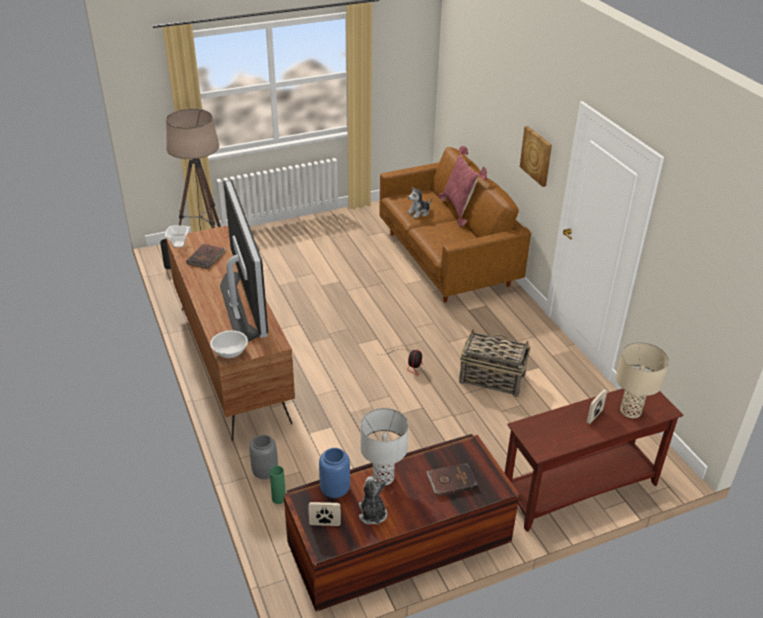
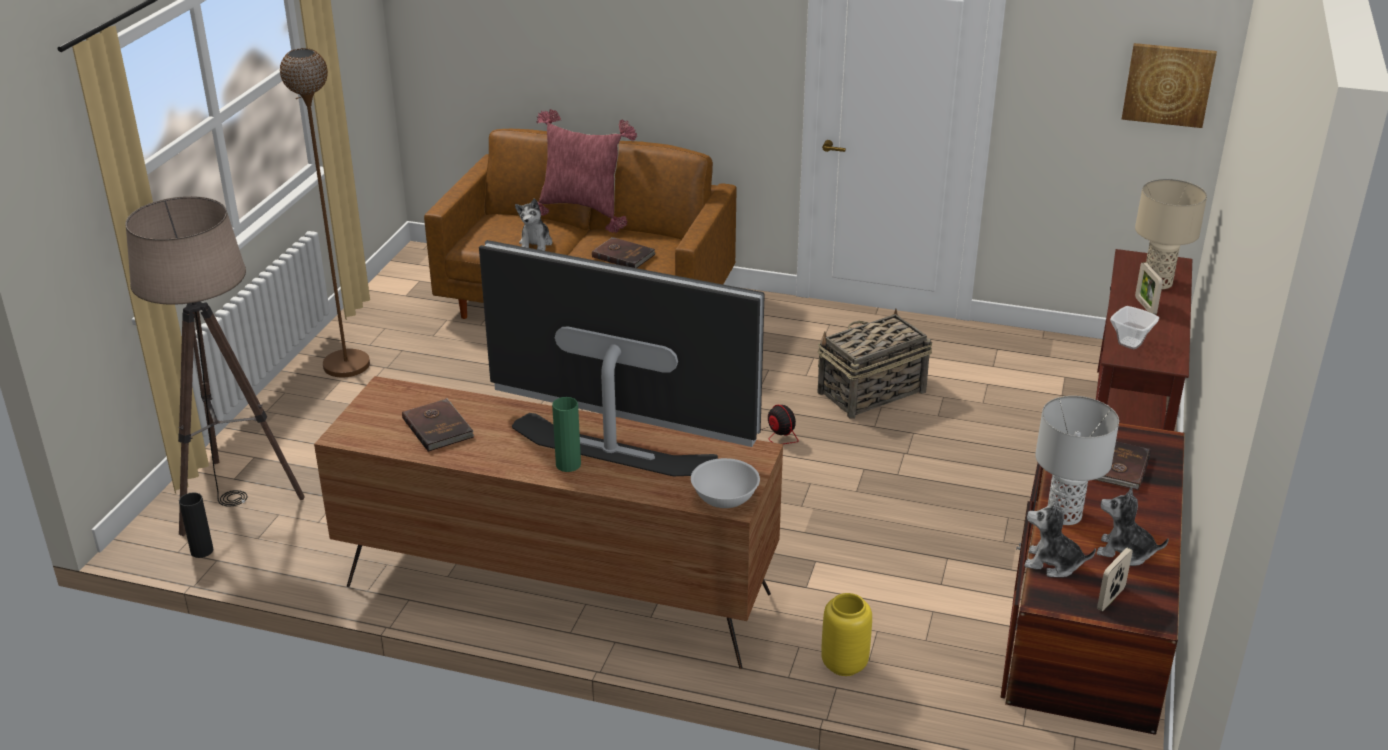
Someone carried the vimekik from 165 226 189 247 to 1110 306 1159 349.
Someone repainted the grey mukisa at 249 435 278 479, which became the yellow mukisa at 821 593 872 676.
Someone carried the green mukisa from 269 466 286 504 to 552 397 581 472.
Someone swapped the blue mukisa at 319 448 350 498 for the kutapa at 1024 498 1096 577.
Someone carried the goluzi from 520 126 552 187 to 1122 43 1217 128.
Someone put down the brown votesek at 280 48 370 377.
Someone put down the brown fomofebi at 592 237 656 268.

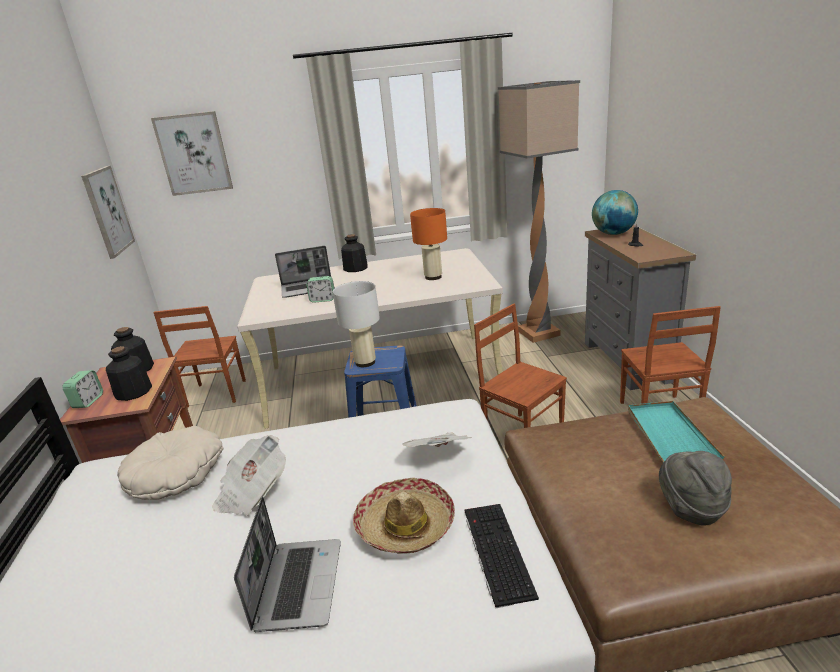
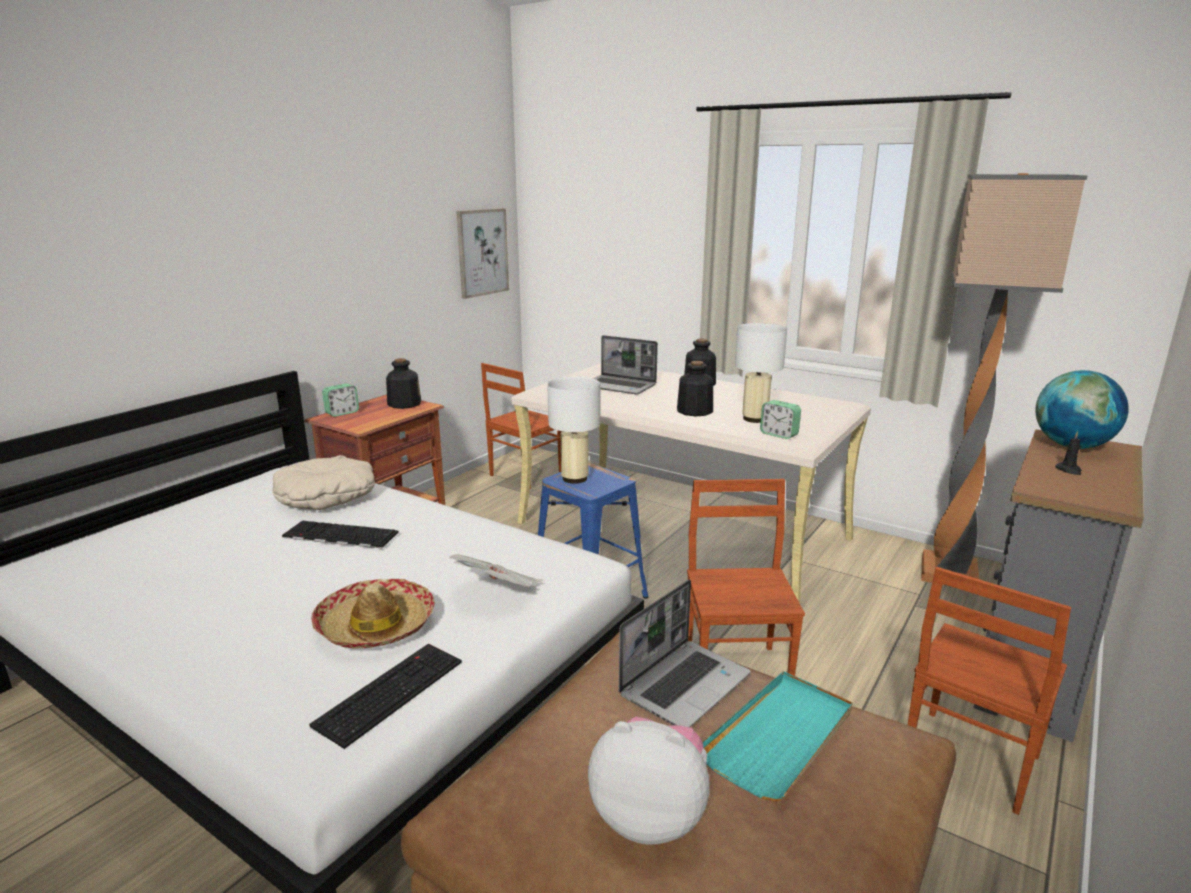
Someone carried the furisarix from 106 346 152 401 to 677 361 713 416.
Someone took away the goluzi at 151 111 233 196.
Someone swapped the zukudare at 212 435 286 515 for the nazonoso at 282 520 399 549.
Someone carried the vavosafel from 234 497 341 632 to 619 579 750 727.
Someone carried the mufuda from 306 276 334 303 to 760 400 801 439.
Someone repainted the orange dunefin at 410 208 447 280, which became the white dunefin at 735 323 787 423.
Someone swapped the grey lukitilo at 659 451 732 526 for the kutapa at 588 717 710 844.

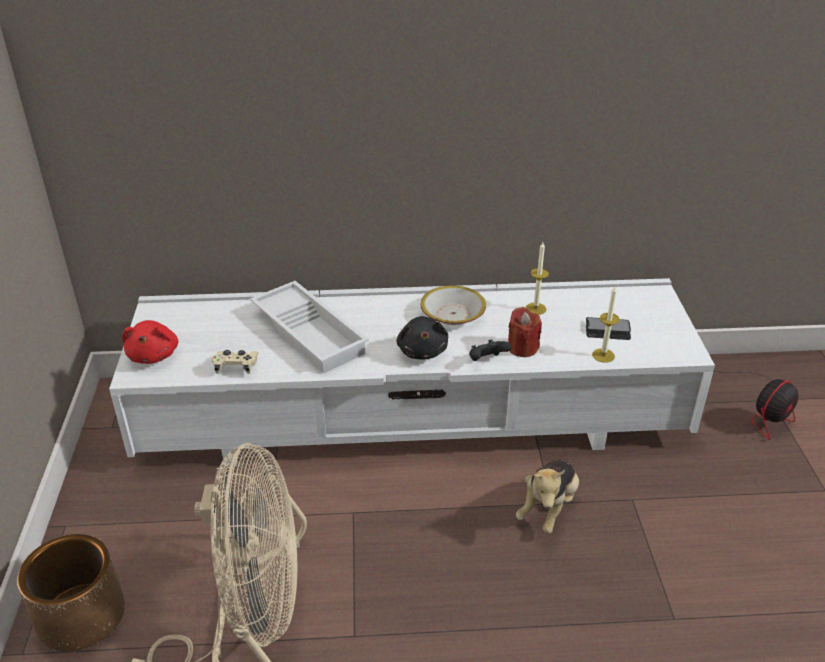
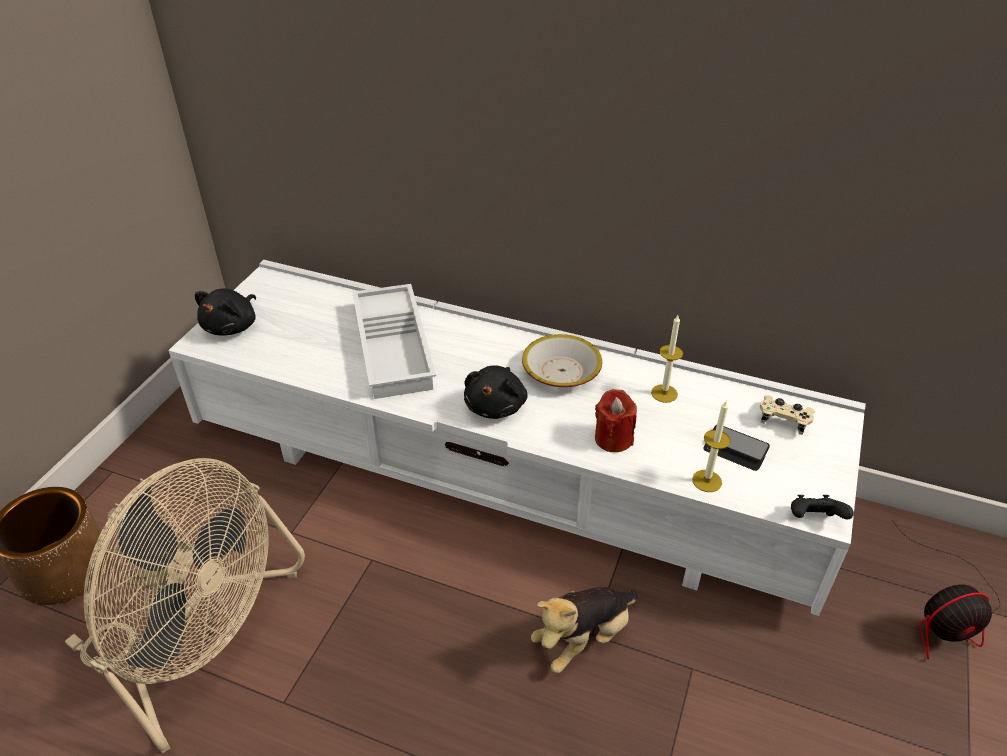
Someone repainted the red kutapa at 122 320 178 364, which became the black kutapa at 195 288 256 336.
Someone carried the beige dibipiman from 211 350 259 374 to 760 395 815 435.
Someone carried the black dibipiman from 469 339 512 361 to 791 495 854 520.

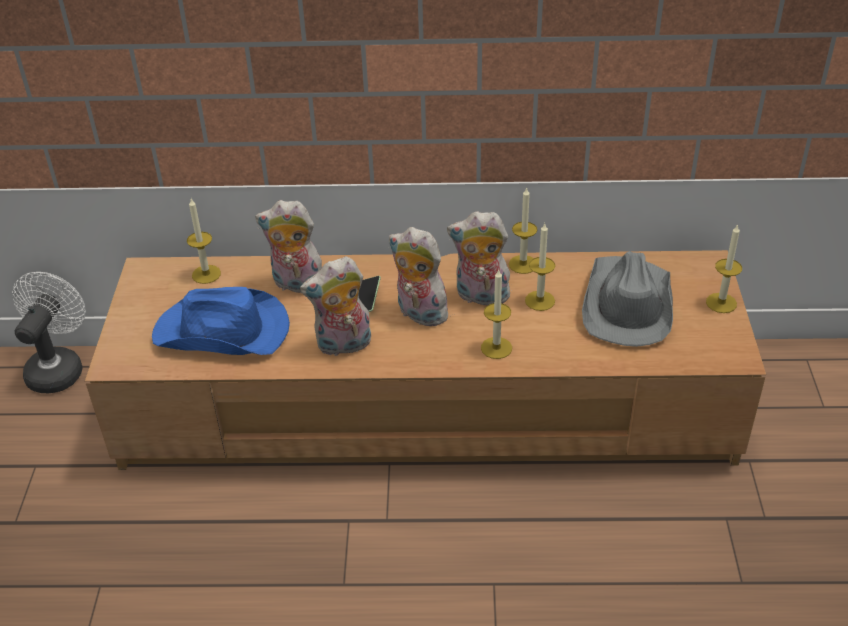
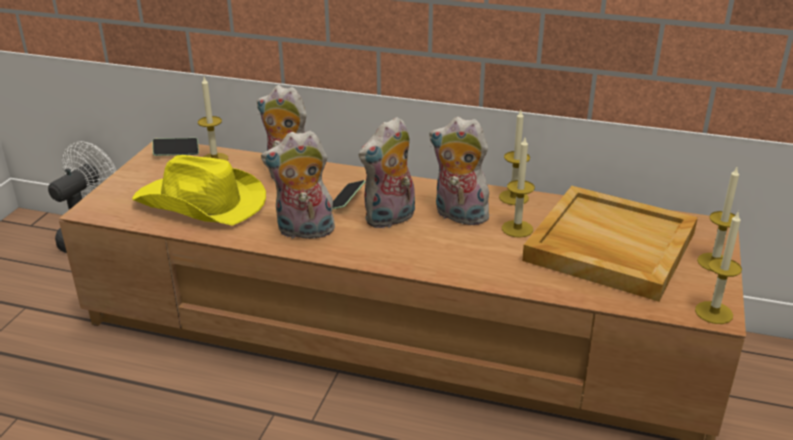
Someone repainted the blue lukitilo at 152 287 290 355, which became the yellow lukitilo at 132 155 266 226.
Someone rotated the kutapa at 389 227 448 326 by 90 degrees counterclockwise.
Someone carried the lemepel from 481 269 512 359 to 695 211 742 324.
Someone swapped the grey lukitilo at 582 251 673 347 for the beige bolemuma at 522 186 698 302.
Someone put down the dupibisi at 152 138 199 156.

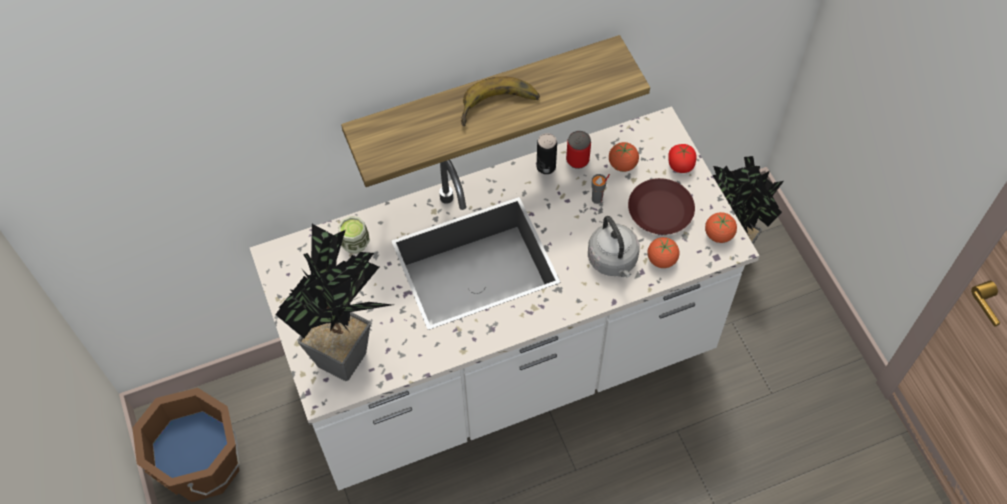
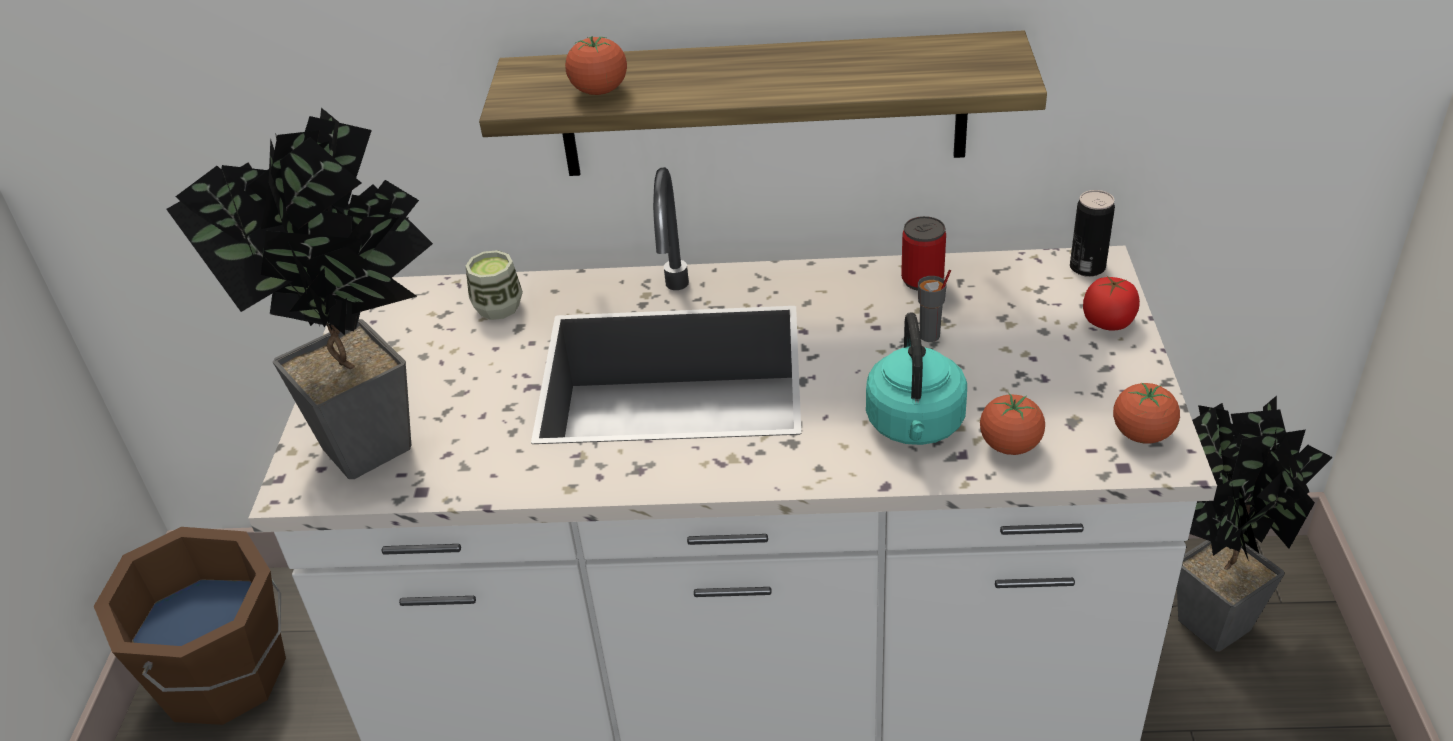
Someone took away the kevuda at 461 77 540 126.
Someone carried the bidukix from 537 133 557 174 to 1070 190 1115 277.
Someone repainted the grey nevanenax at 588 216 640 278, which became the turquoise nevanenax at 866 312 967 445.
Someone carried the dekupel from 609 142 639 172 to 565 36 627 95.
Someone took away the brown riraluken at 628 178 695 235.

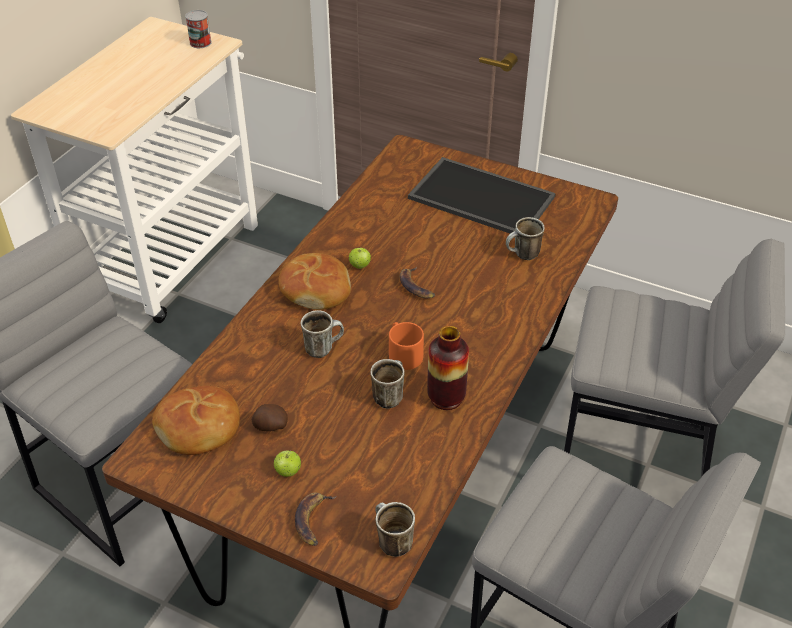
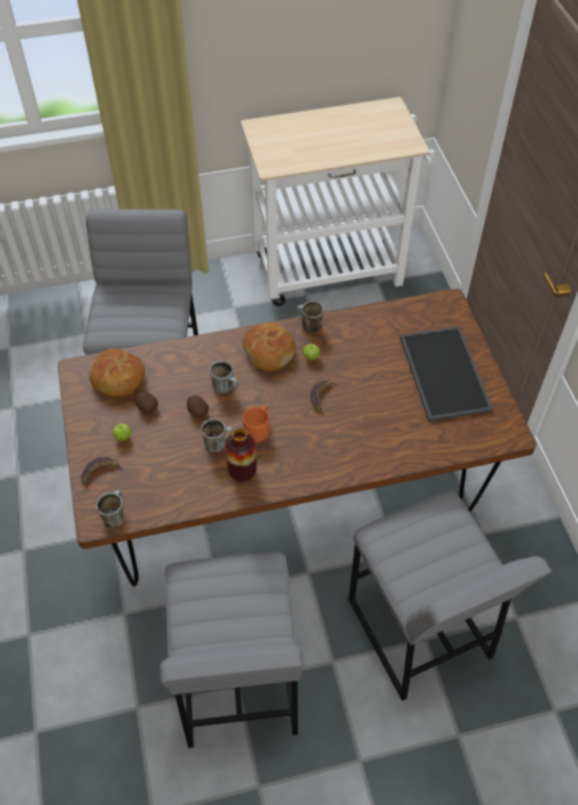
Someone took away the bidukix at 185 10 212 48.
Someone carried the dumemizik from 506 217 545 260 to 296 301 324 333.
Someone put down the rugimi at 187 396 209 418.

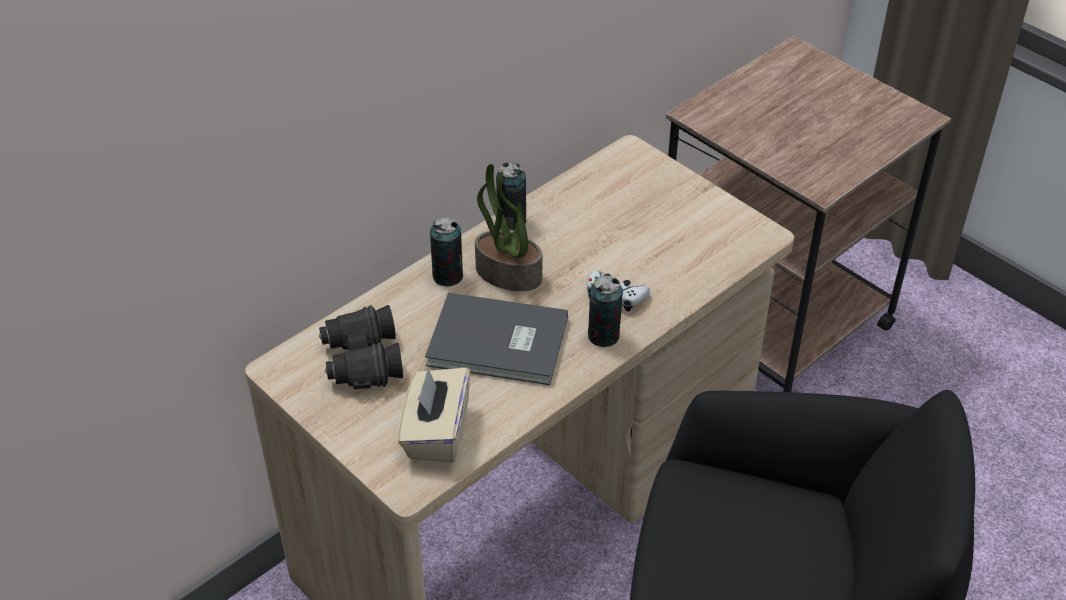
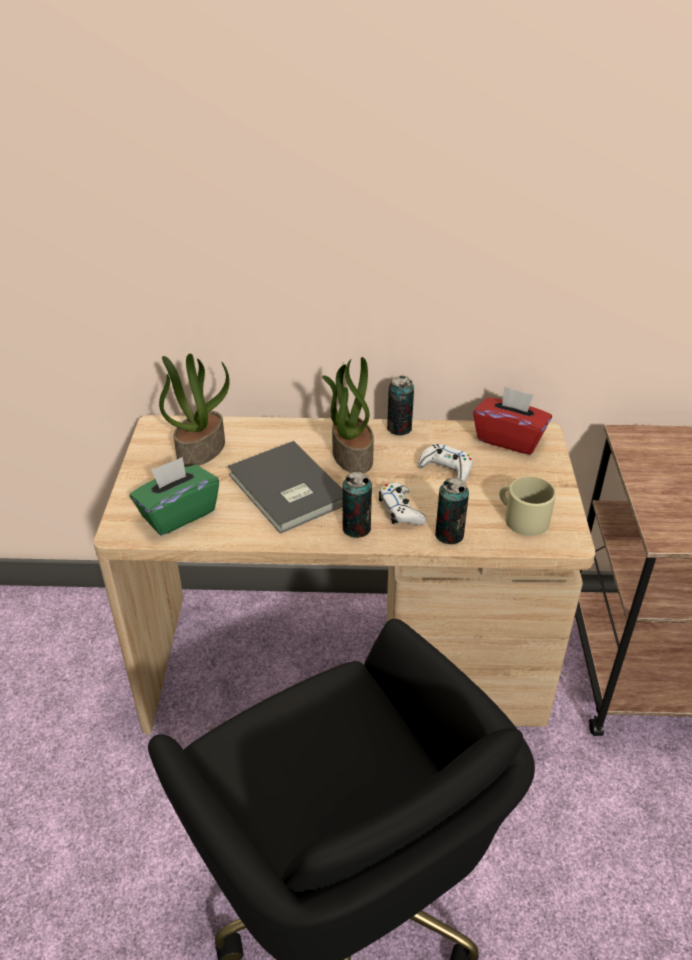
Someone swapped the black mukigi at 319 305 403 389 for the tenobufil at 159 353 230 467.
Someone repainted the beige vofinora at 398 367 470 463, which became the green vofinora at 130 457 219 535.
Someone carried the bidukix from 430 217 463 287 to 435 478 469 544.
Someone put down the white dibipiman at 418 443 473 482.
Someone put down the red vofinora at 473 387 552 455.
Someone put down the beige dumemizik at 499 477 556 536.

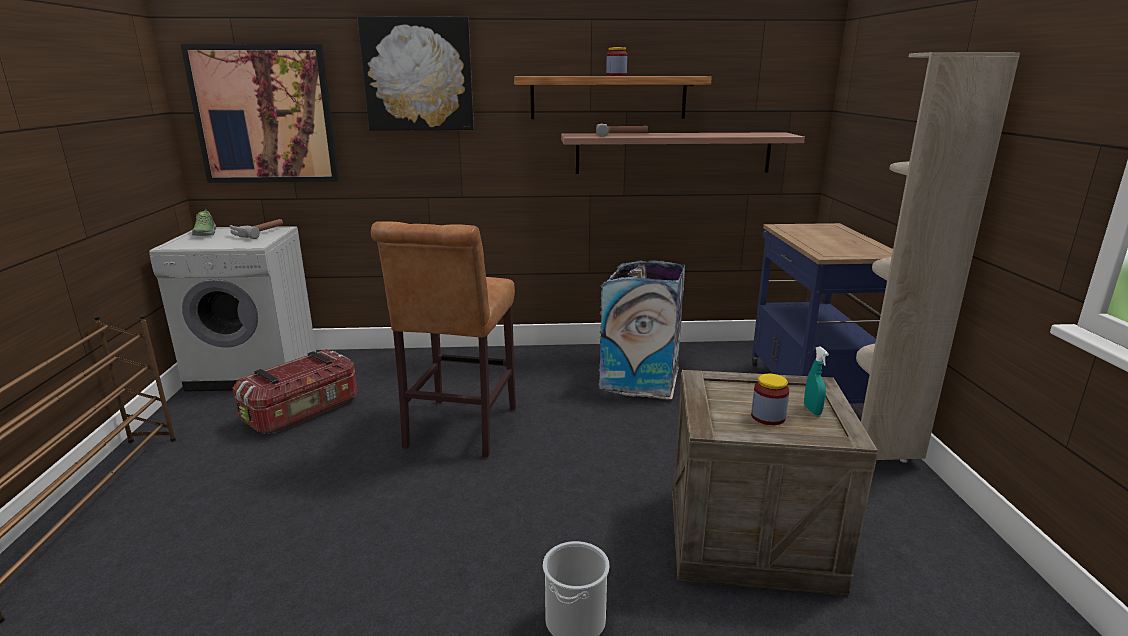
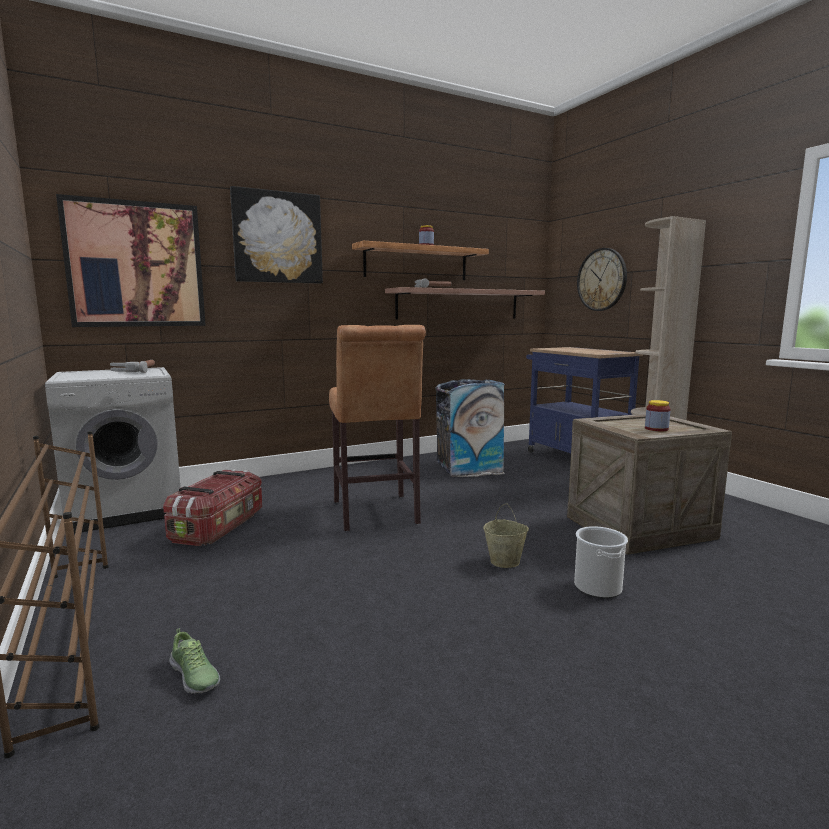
Someone carried the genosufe from 192 209 216 236 to 169 628 220 694.
Someone took away the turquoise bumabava at 804 346 829 415.
Someone put down the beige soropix at 483 503 529 568.
Someone put up the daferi at 577 248 627 311.

